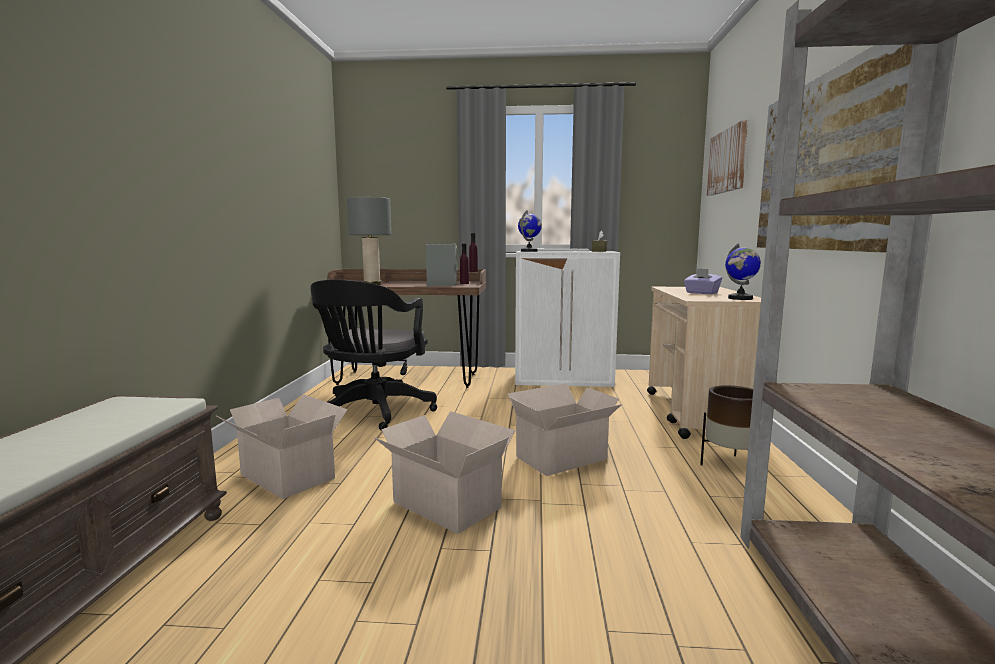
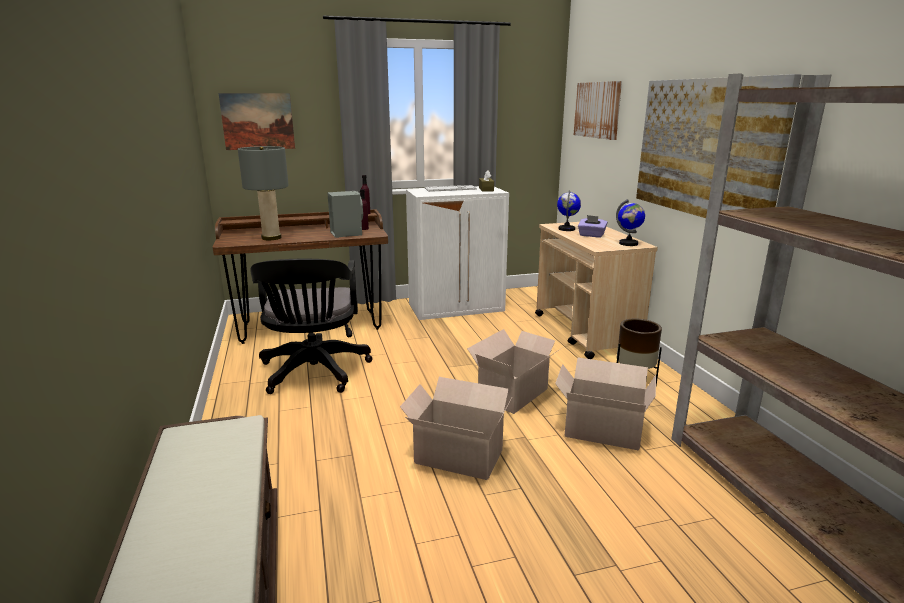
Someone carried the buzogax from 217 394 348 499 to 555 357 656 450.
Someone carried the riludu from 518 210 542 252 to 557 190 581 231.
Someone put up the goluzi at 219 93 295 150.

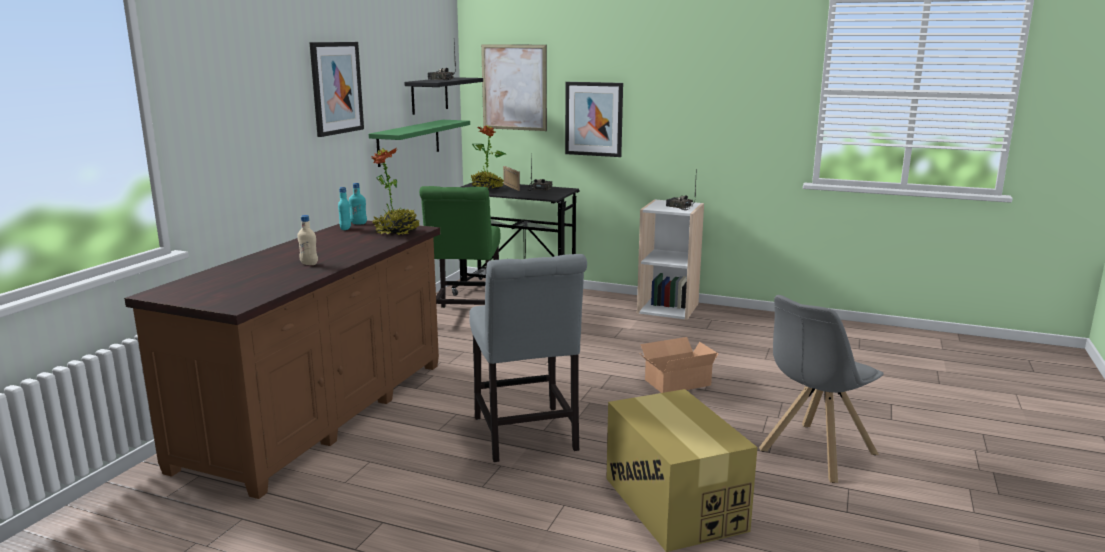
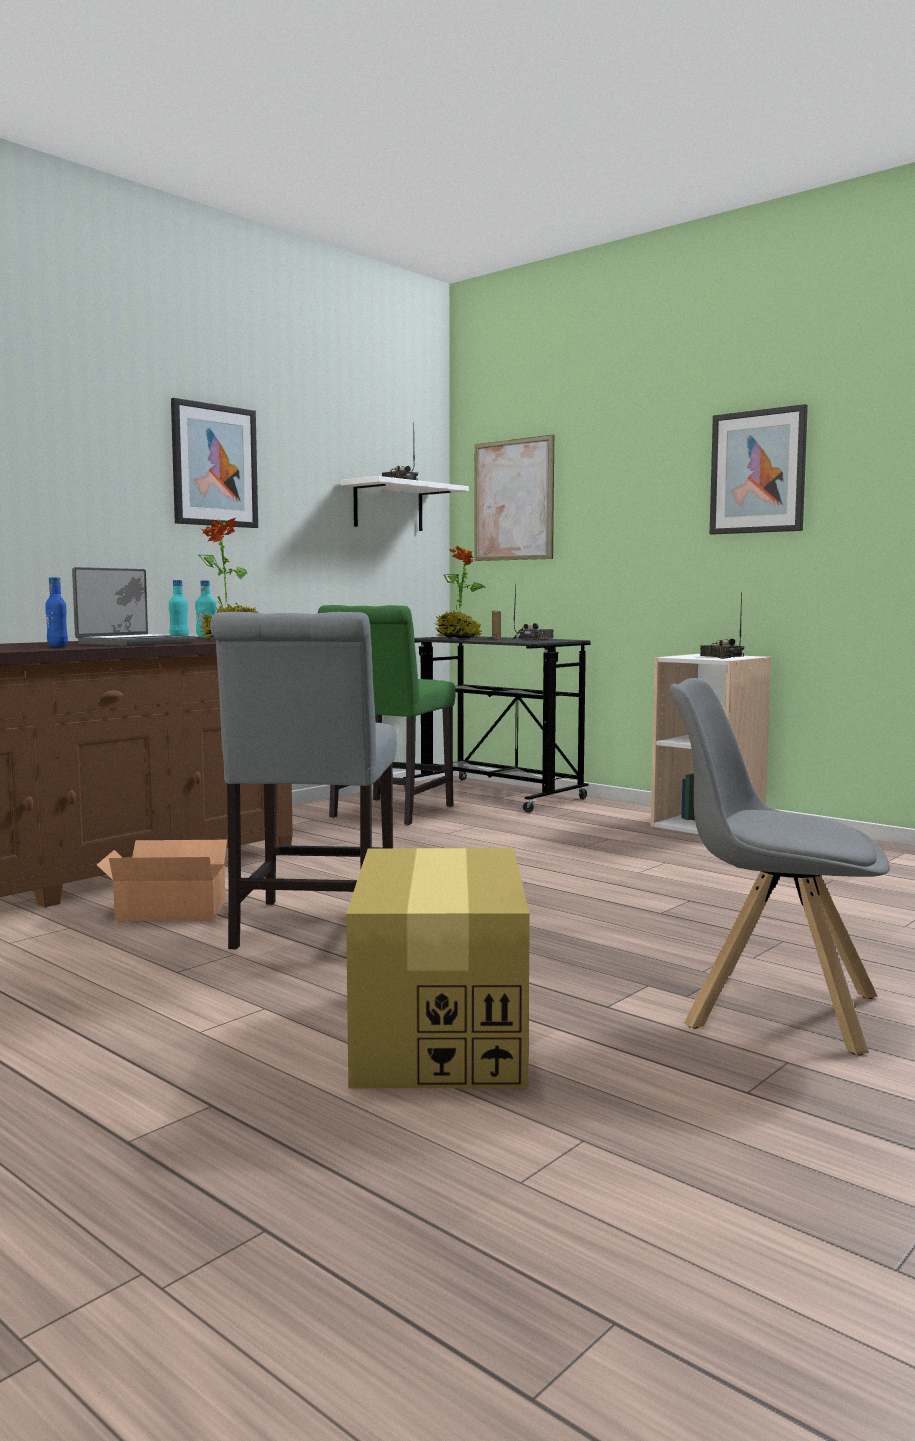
Someone repainted the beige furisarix at 298 215 318 265, which became the blue furisarix at 45 577 68 647.
Someone took away the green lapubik at 369 120 470 167.
Someone repainted the black lapubik at 404 77 483 115, which became the white lapubik at 341 476 469 531.
Someone carried the goluzi from 565 82 623 157 to 710 404 808 535.
Someone carried the buzogax from 638 337 719 393 to 97 840 228 921.
Someone rotated the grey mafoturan at 759 295 884 483 by 45 degrees clockwise.
Someone put down the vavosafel at 72 567 196 646.

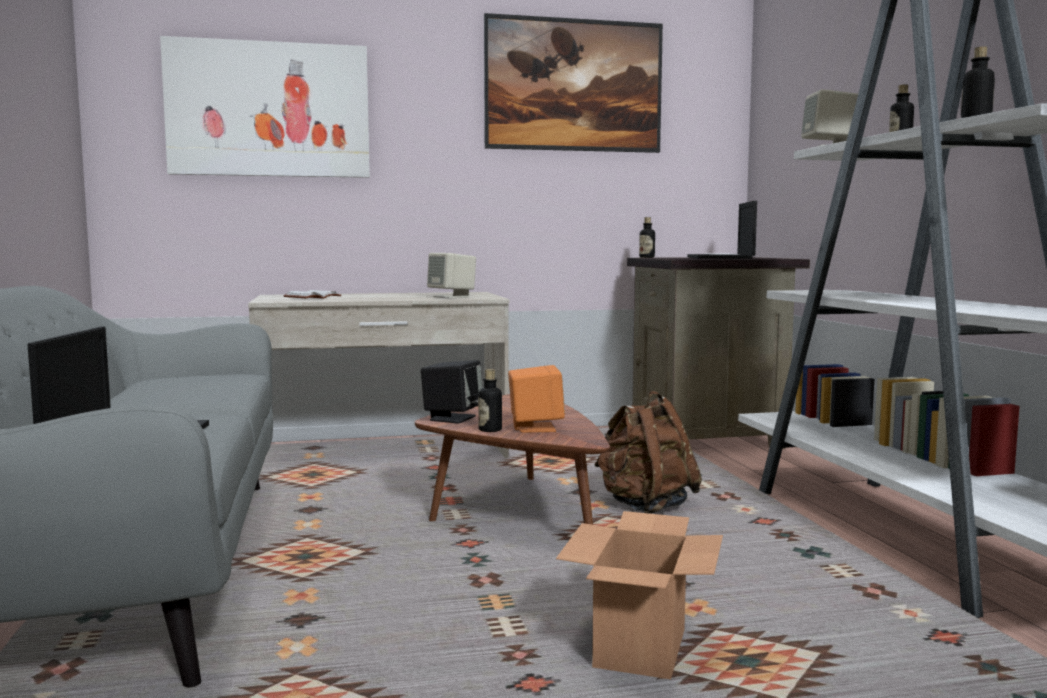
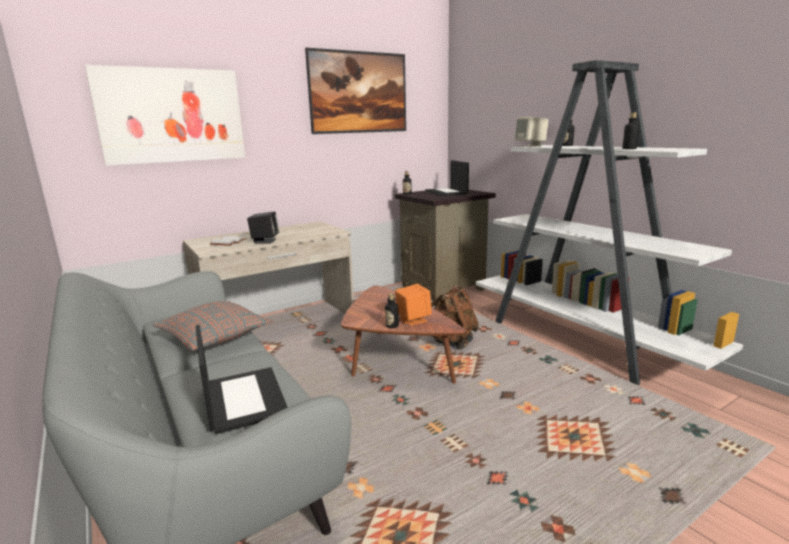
Someone carried the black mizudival from 421 360 482 424 to 247 212 279 244.
Someone took away the beige mizudival at 427 253 476 298.
Someone took away the buzogax at 556 511 723 679.
Someone put down the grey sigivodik at 153 301 273 351.

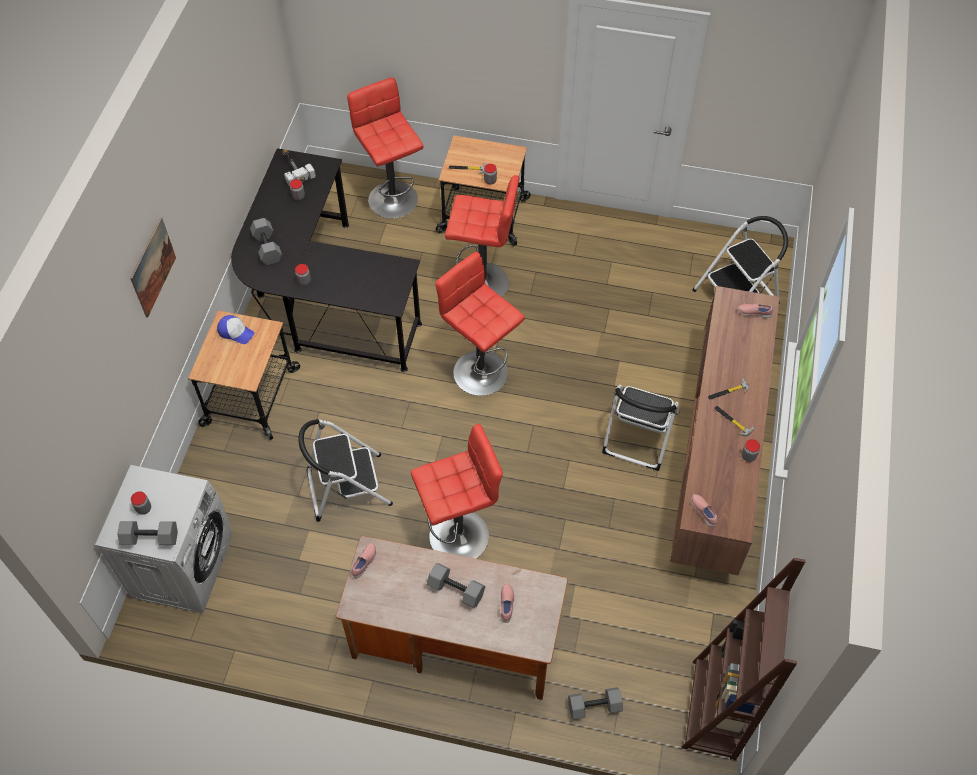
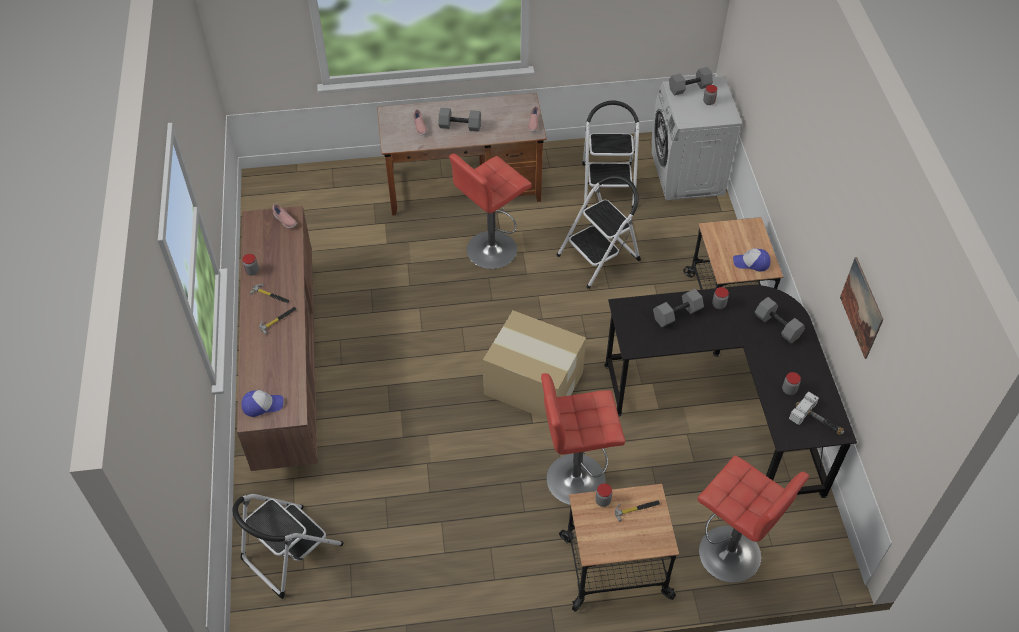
Someone carried the goluzi from 130 217 176 318 to 840 257 884 359.
Someone swapped the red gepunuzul at 435 252 525 396 for the buzogax at 483 310 586 420.
Someone carried the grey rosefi from 568 687 623 719 to 653 289 704 327.
Someone carried the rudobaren from 602 384 679 471 to 582 100 639 208.
Someone took away the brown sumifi at 681 558 806 760.
Someone swapped the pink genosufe at 738 303 773 318 for the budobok at 242 390 284 417.

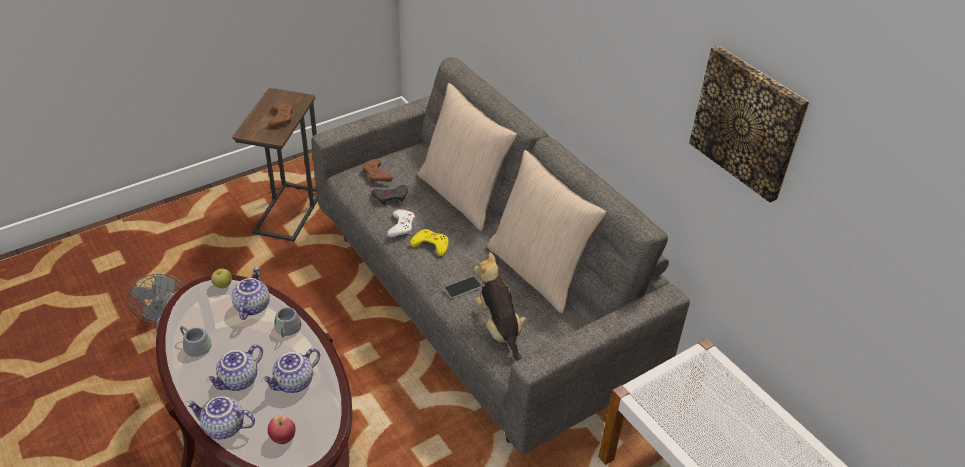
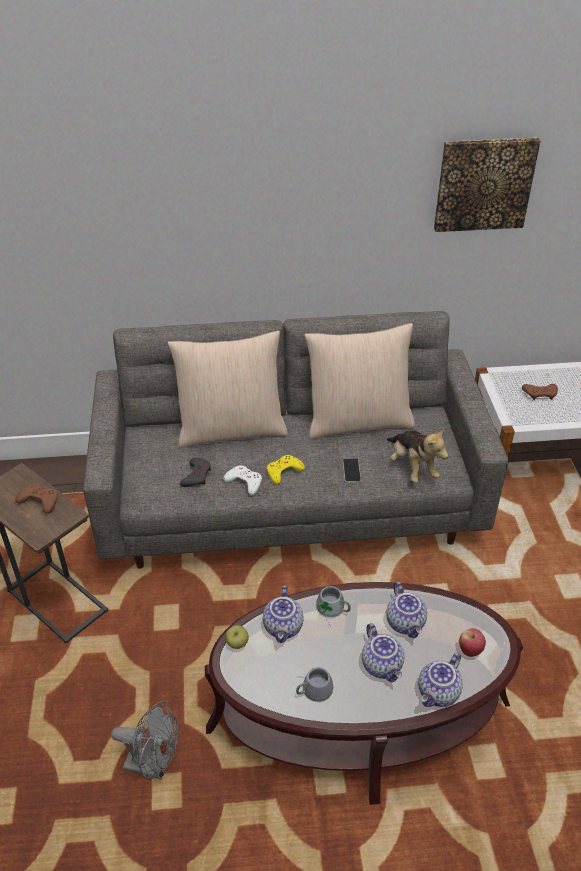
Someone rotated the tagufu at 232 267 270 320 by 120 degrees counterclockwise.
Someone carried the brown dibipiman from 362 159 393 182 to 522 384 558 400.
Someone rotated the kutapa at 474 252 526 361 by 120 degrees counterclockwise.

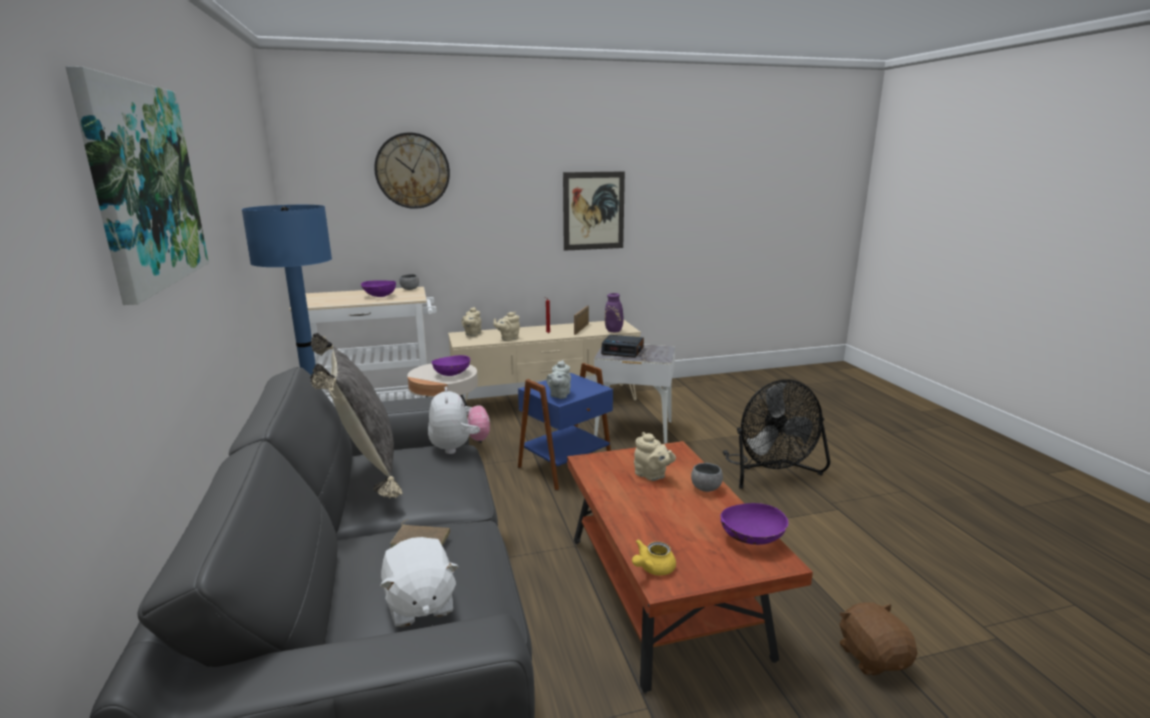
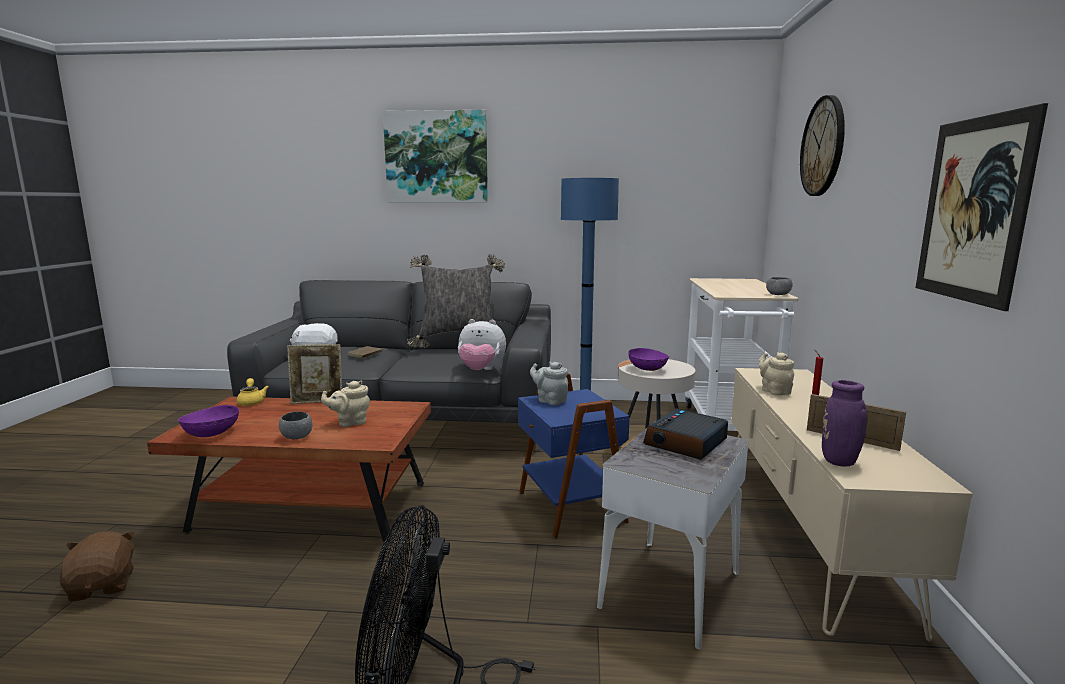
Someone took away the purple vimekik at 361 280 396 297.
Someone took away the beige tagufu at 462 307 481 336.
Someone rotated the brown kutapa at 839 602 917 675 by 120 degrees counterclockwise.
Someone put down the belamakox at 287 344 342 404.

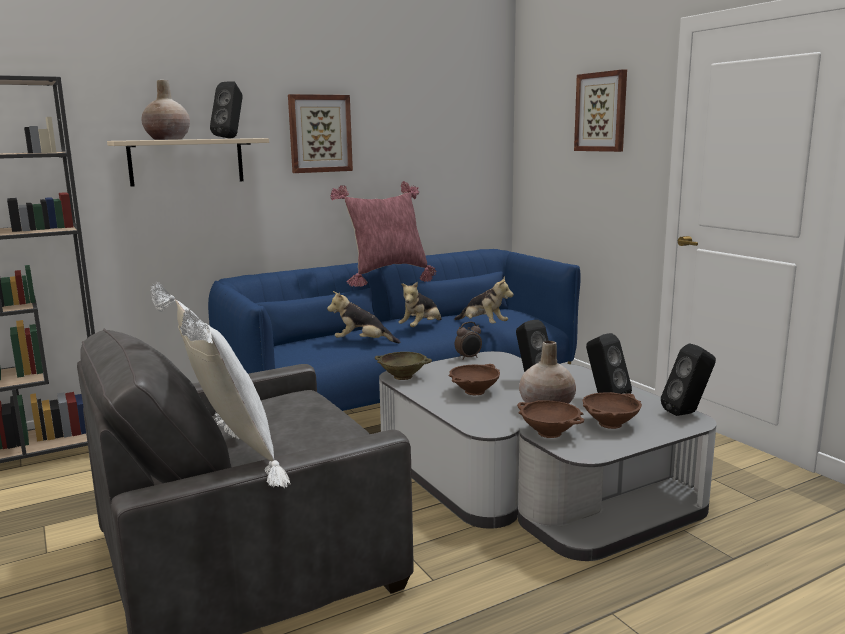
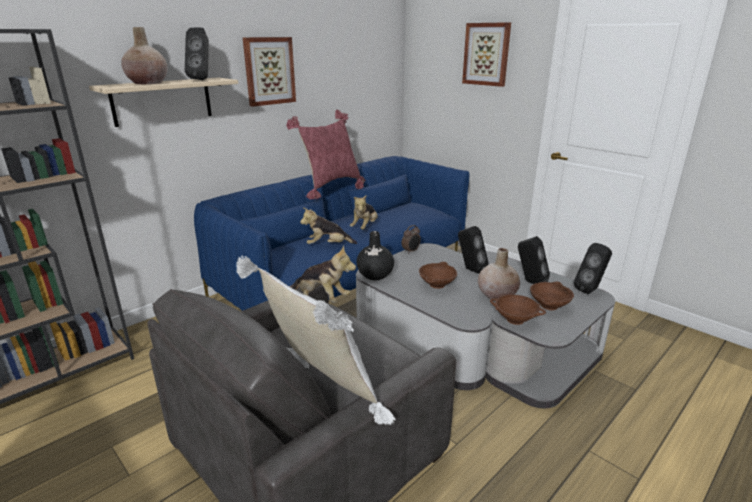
Someone swapped the beige vimekik at 375 352 432 380 for the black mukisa at 356 231 394 280.
Someone carried the kutapa from 454 276 514 324 to 289 245 356 303.

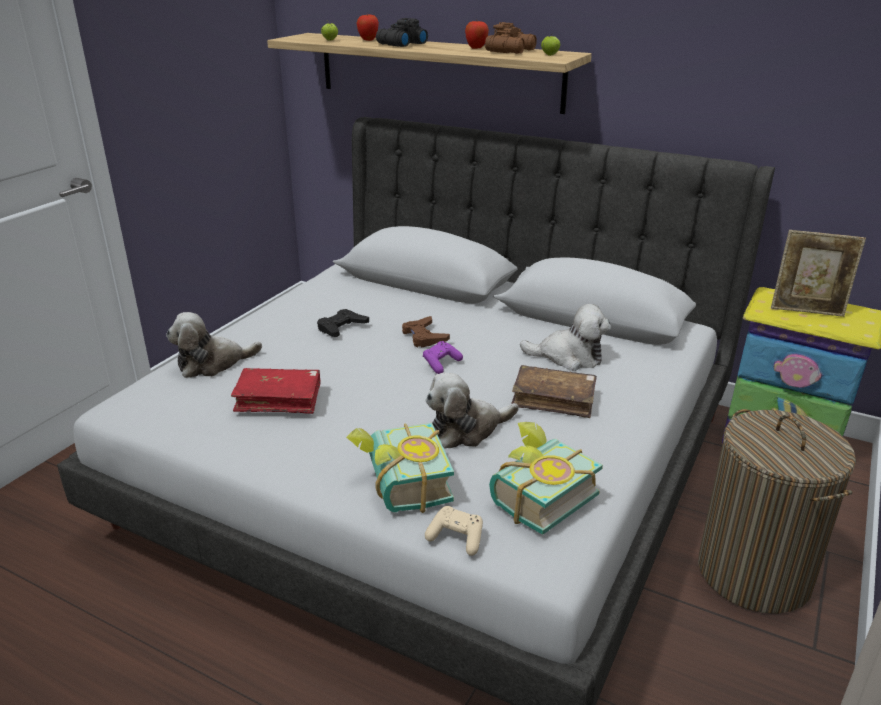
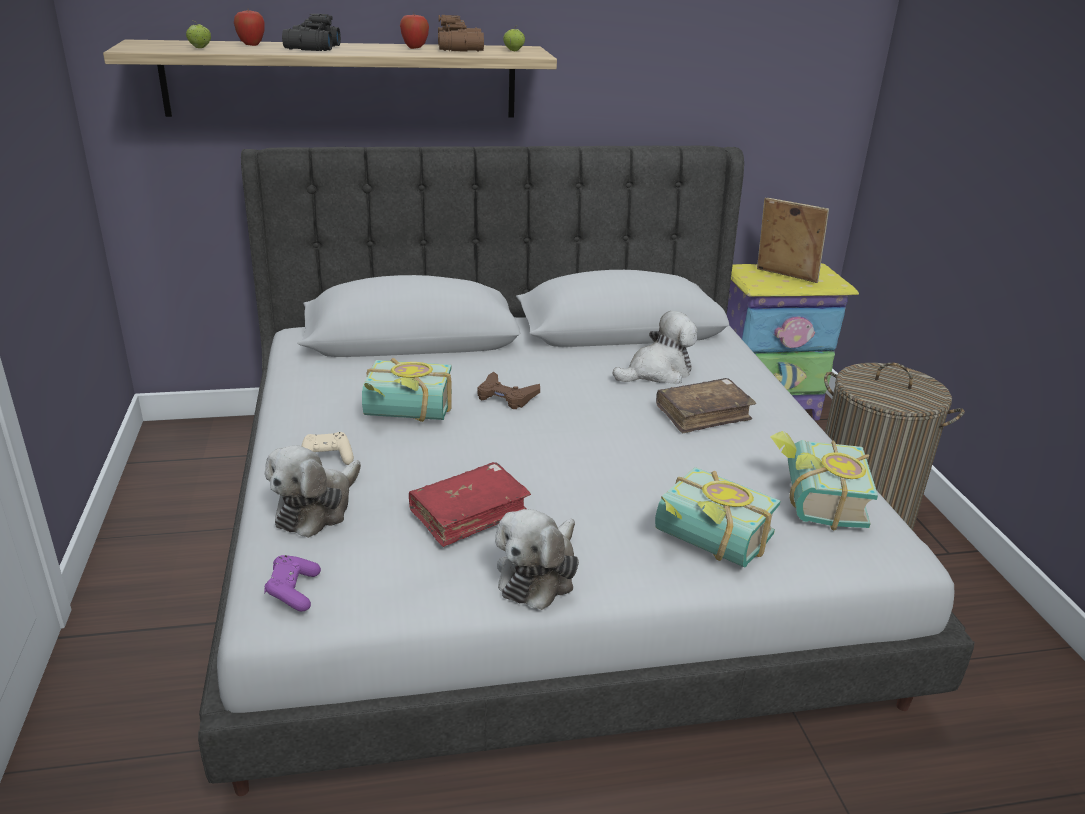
Someone swapped the black dibipiman at 317 309 369 337 for the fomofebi at 362 358 452 422.
Someone carried the purple dibipiman from 423 341 463 374 to 264 555 321 611.
Someone carried the kutapa from 425 372 519 448 to 495 509 579 610.
Someone carried the beige dibipiman from 425 506 483 556 to 301 432 354 465.
Someone rotated the belamakox at 771 230 866 317 by 120 degrees counterclockwise.

